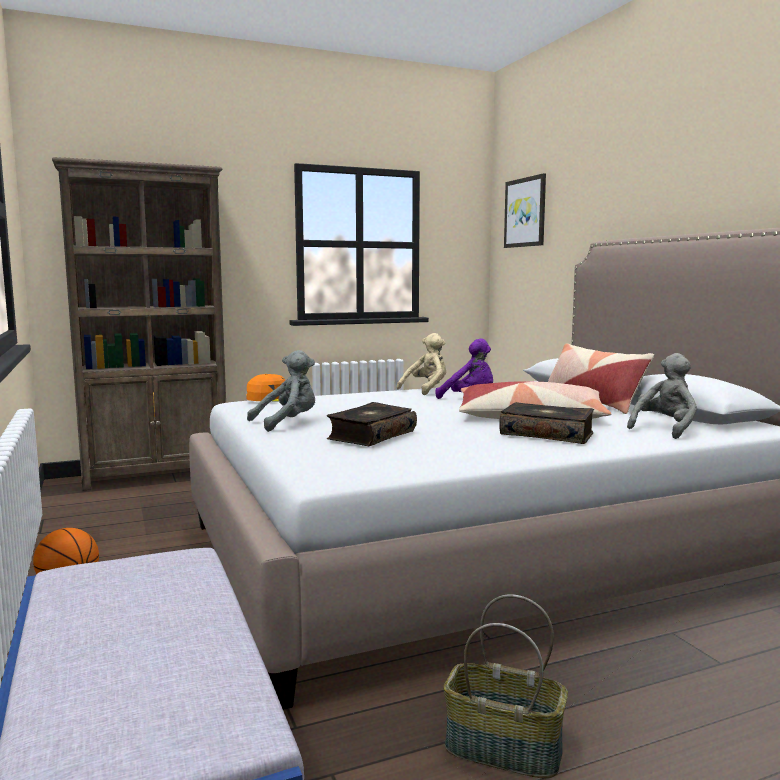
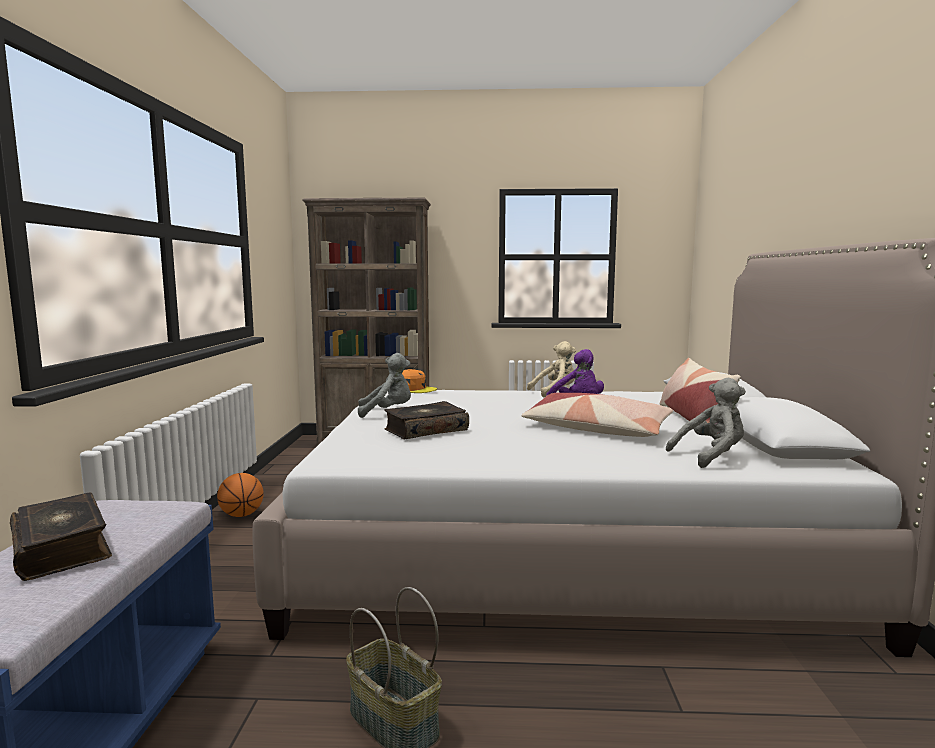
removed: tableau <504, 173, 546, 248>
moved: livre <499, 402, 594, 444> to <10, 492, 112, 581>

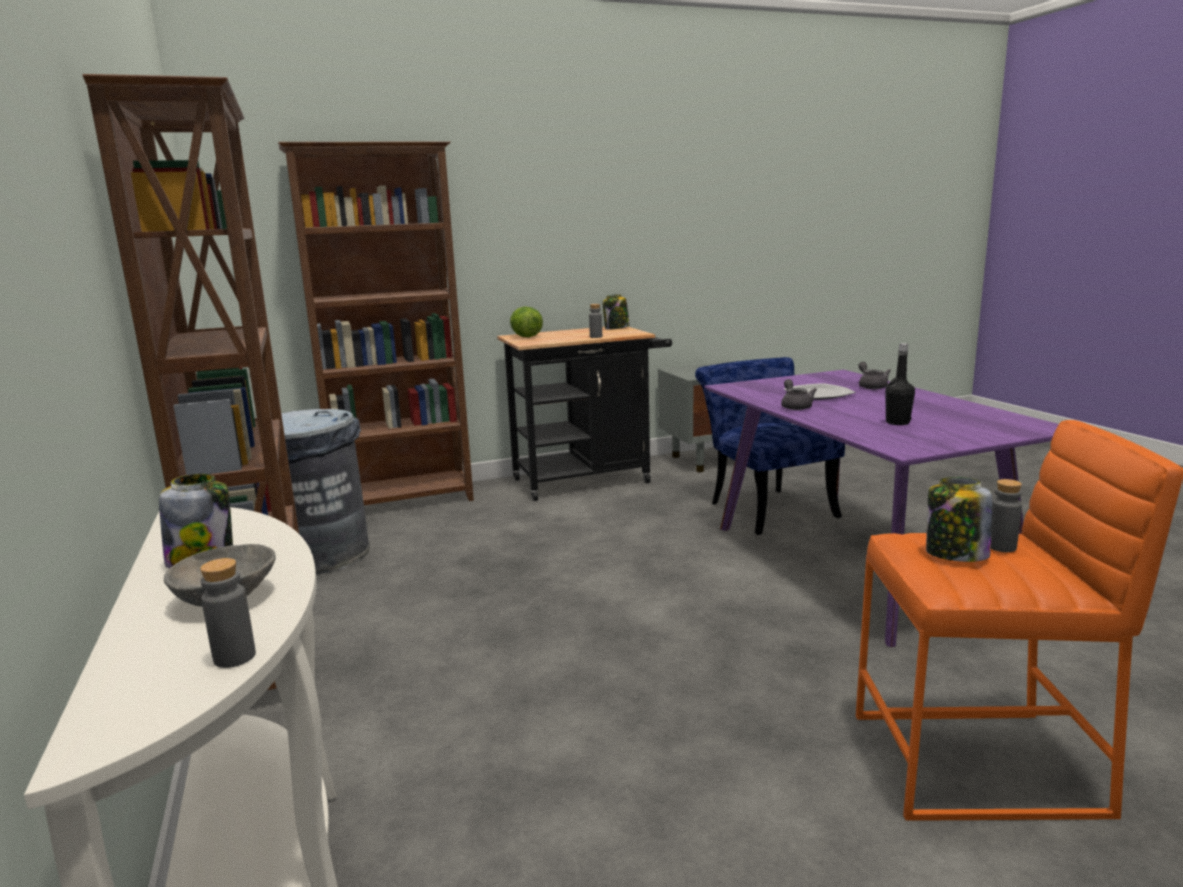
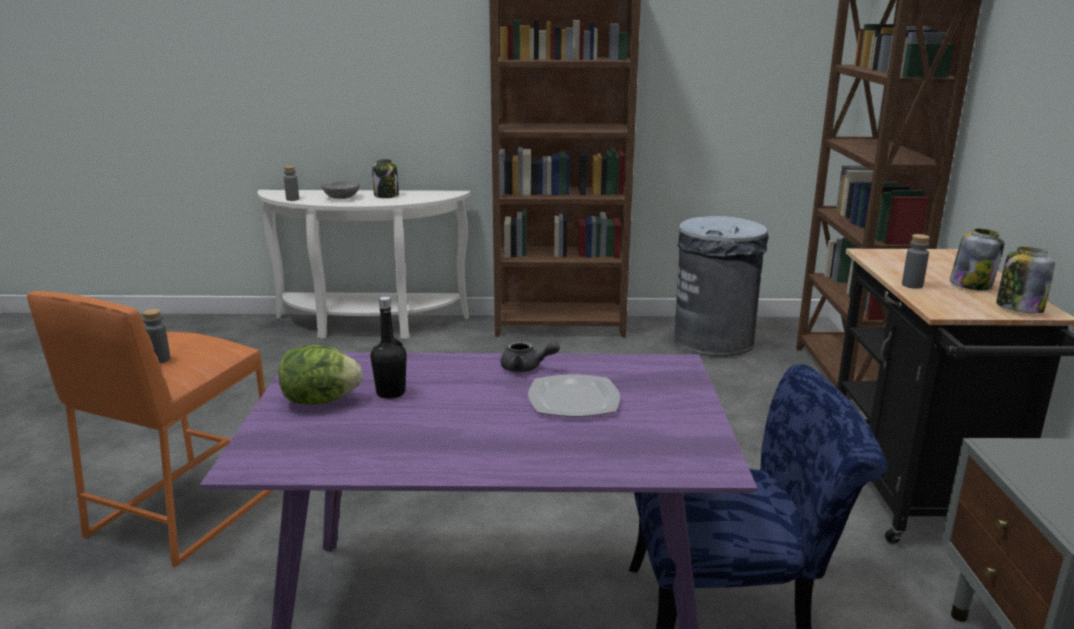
removed: théière/gris <858, 362, 891, 389>
moved: laitue <510, 307, 543, 337> to <279, 345, 363, 405>; bocal <926, 477, 992, 562> to <950, 229, 1005, 291>

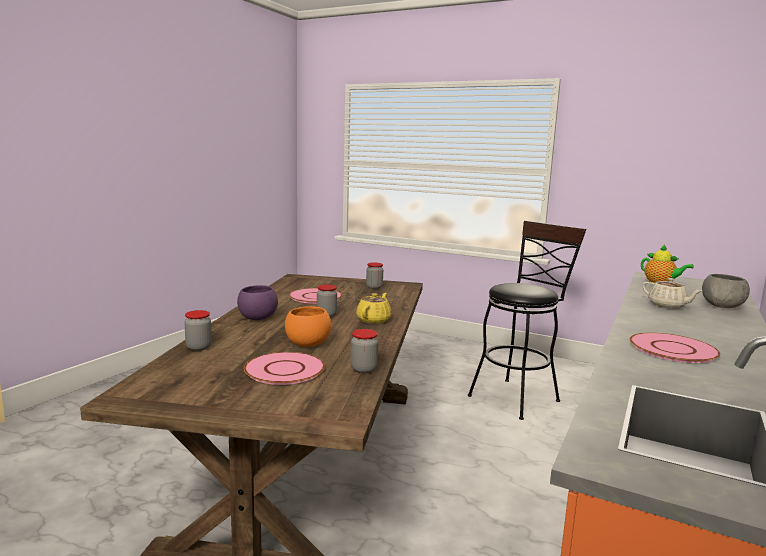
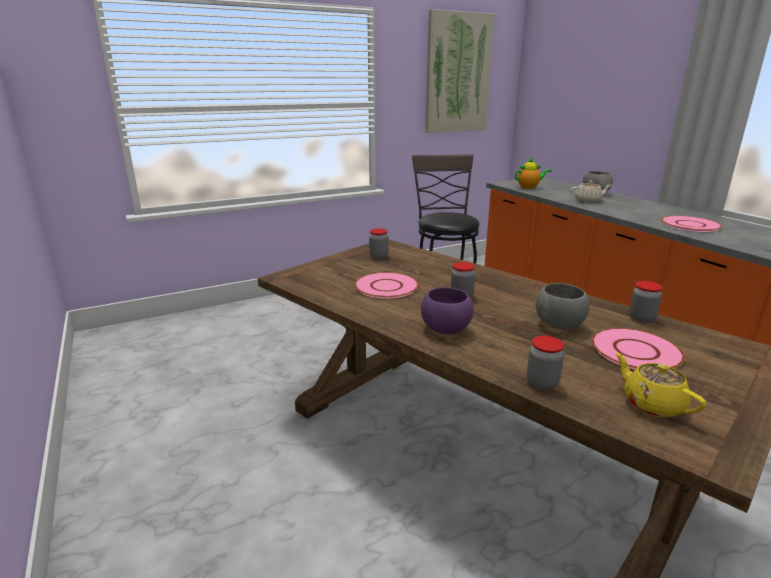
added: tableau <425, 9, 495, 133>
moved: théière/jaune <356, 293, 392, 324> to <615, 352, 706, 418>
recoloured: bol/orange <285, 306, 331, 347> to bol/gris <536, 283, 590, 330>

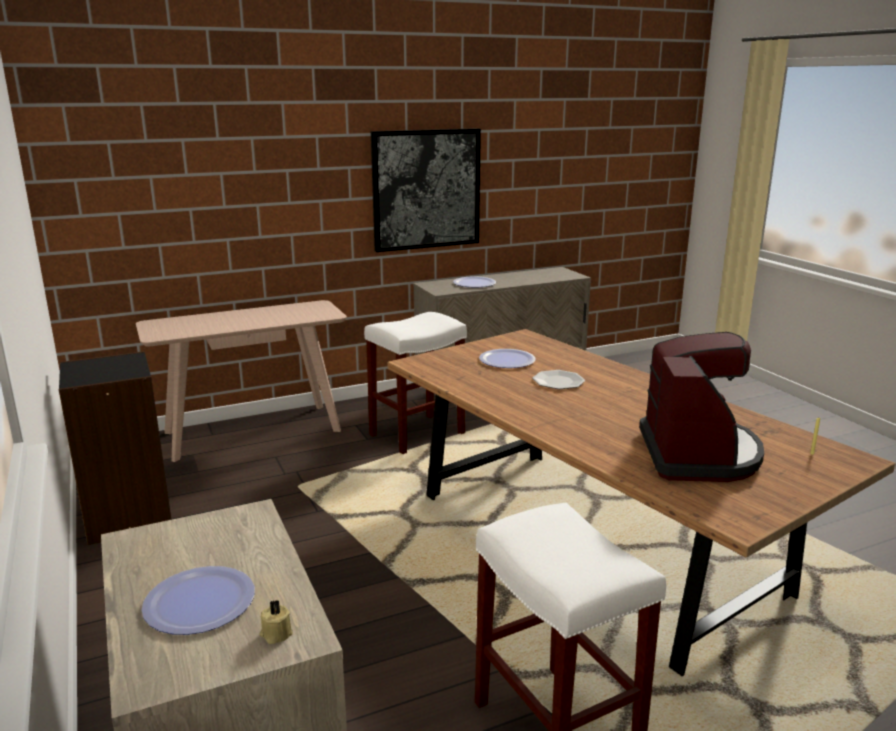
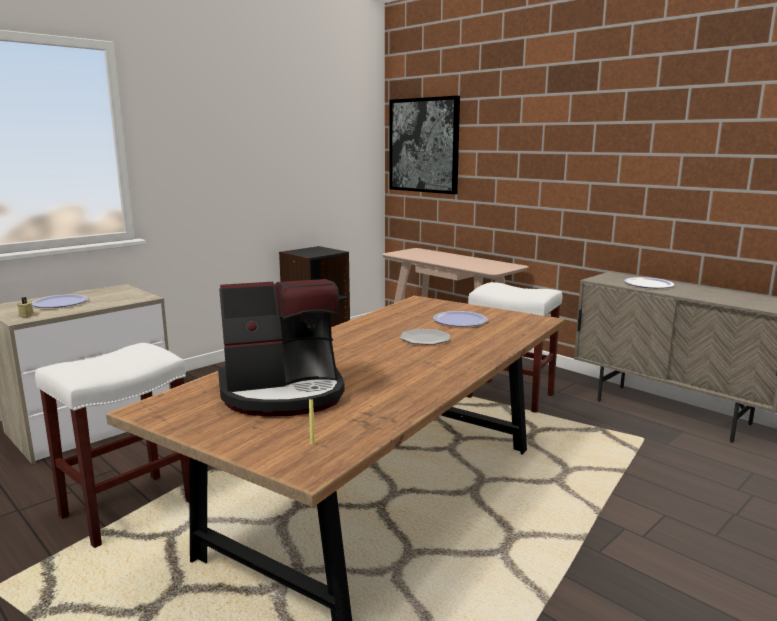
moved: tableau <371, 128, 481, 252> to <389, 96, 460, 194>

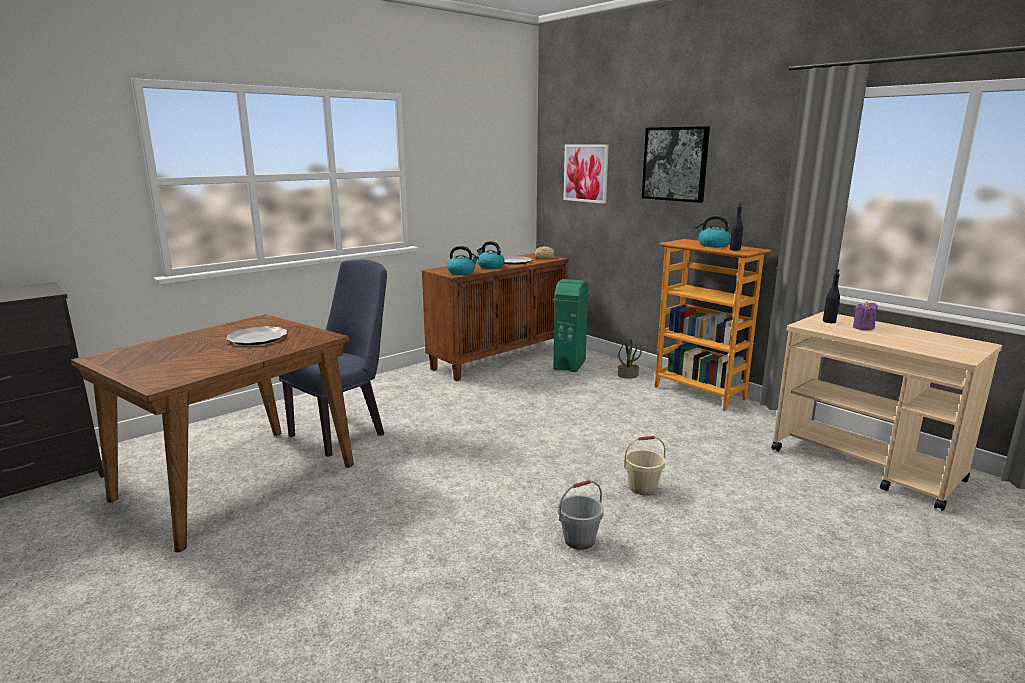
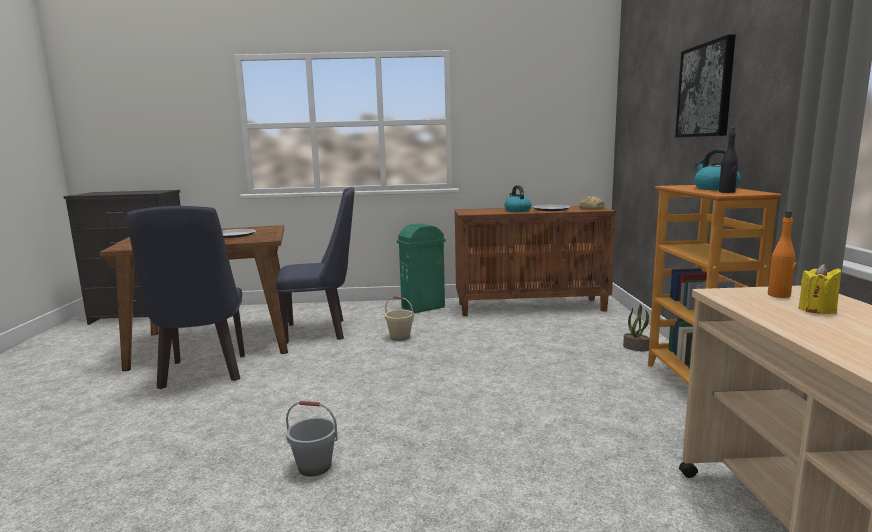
removed: bouilloire <447, 246, 479, 275>; tableau <563, 144, 609, 204>
added: chaise/bleu <127, 206, 245, 389>
moved: poubelle/vert <553, 279, 590, 372> to <397, 223, 446, 313>; seau/beige <624, 436, 666, 495> to <385, 296, 414, 341>
recoloured: bouteille/noir <823, 269, 840, 323> to bouteille/orange <768, 210, 796, 298>; bougie/violet <853, 301, 878, 330> to bougie/jaune <798, 264, 841, 314>

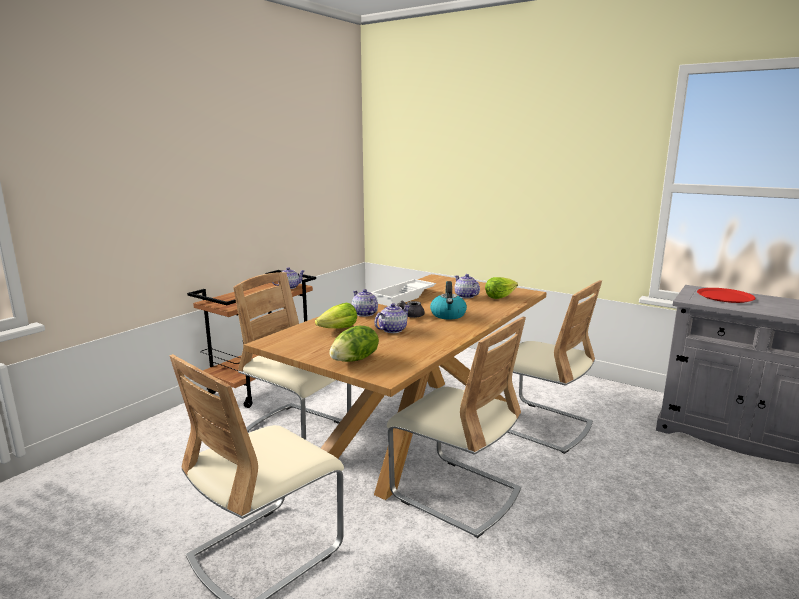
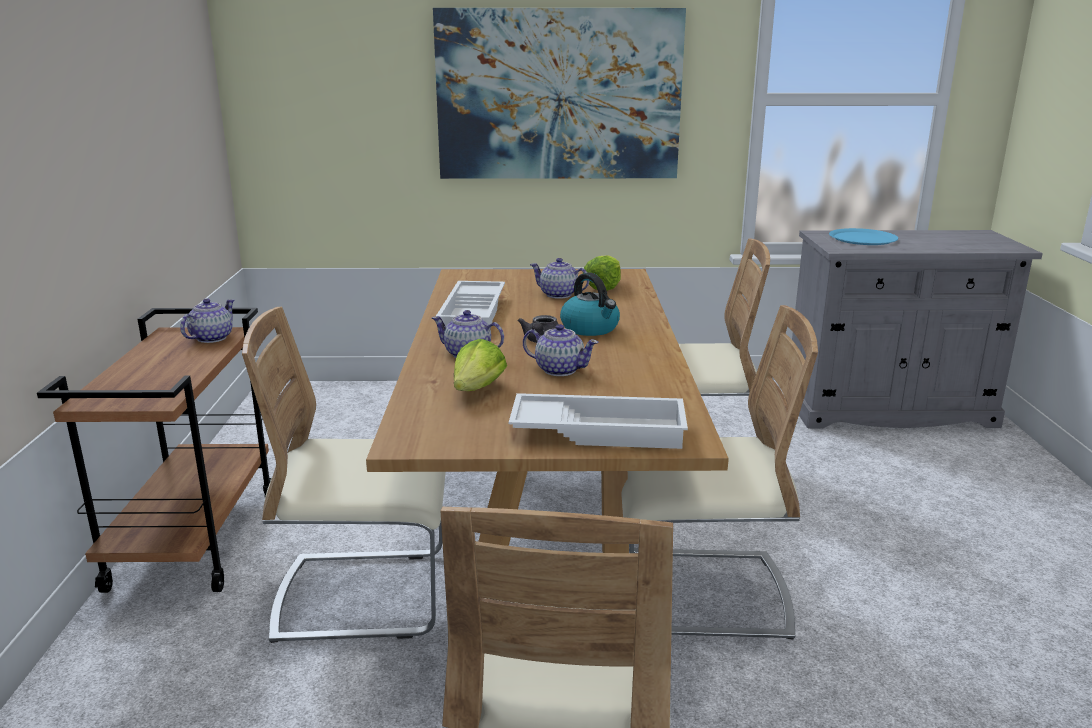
added: tableau <433, 8, 686, 179>
replaced: laitue <329, 326, 379, 362> to plateau/blanc <509, 393, 688, 449>
recoloured: assiette/rouge <697, 288, 756, 303> to assiette/bleu <829, 228, 898, 245>
turned: théière <374, 303, 410, 333> = <523, 324, 598, 376> 105 degrees clockwise

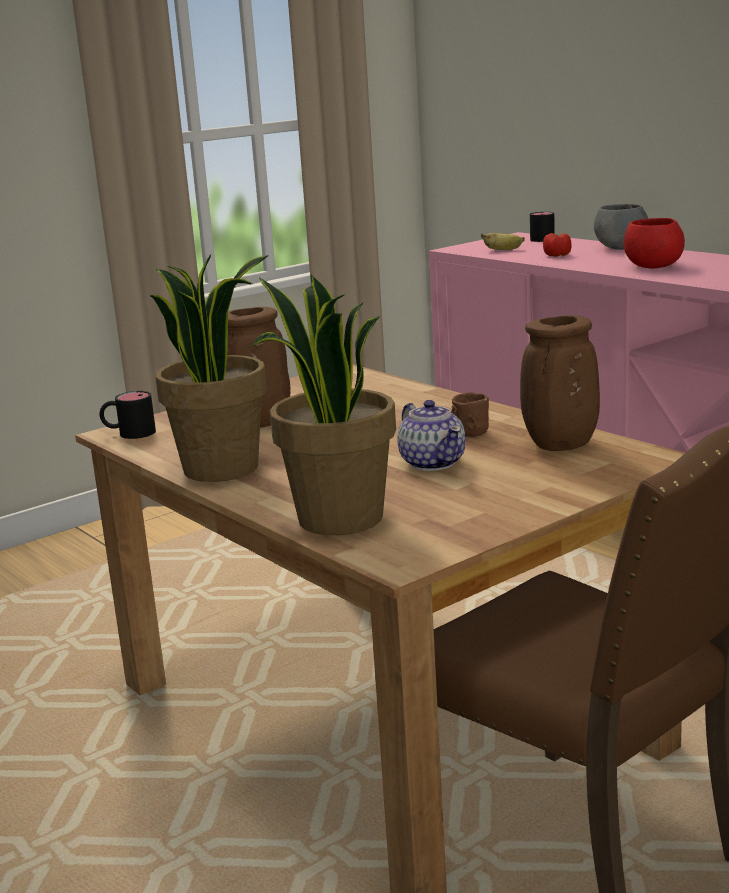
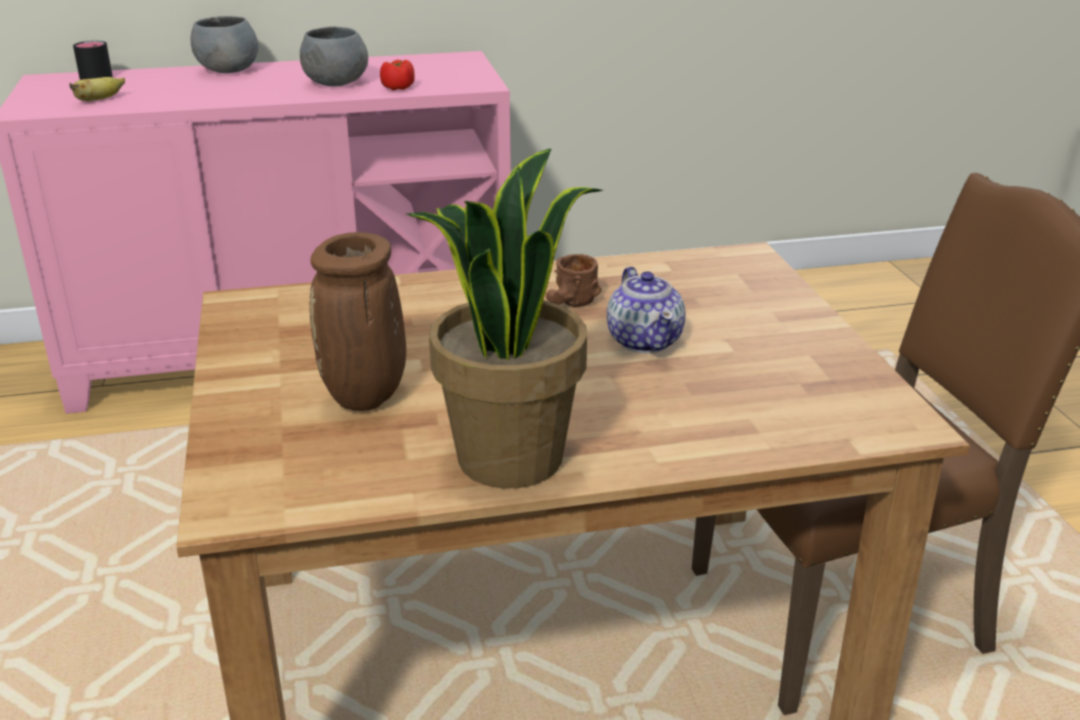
removed: mug/noir <100, 391, 156, 439>; plante en pot <252, 275, 396, 535>; vase/marron <520, 315, 600, 451>
moved: tomate <543, 233, 572, 257> to <380, 60, 415, 90>
recoloured: bol/rouge <623, 218, 685, 268> to bol/gris <300, 26, 368, 86>
turned: théière <397, 400, 465, 471> = <607, 267, 686, 353> 75 degrees clockwise

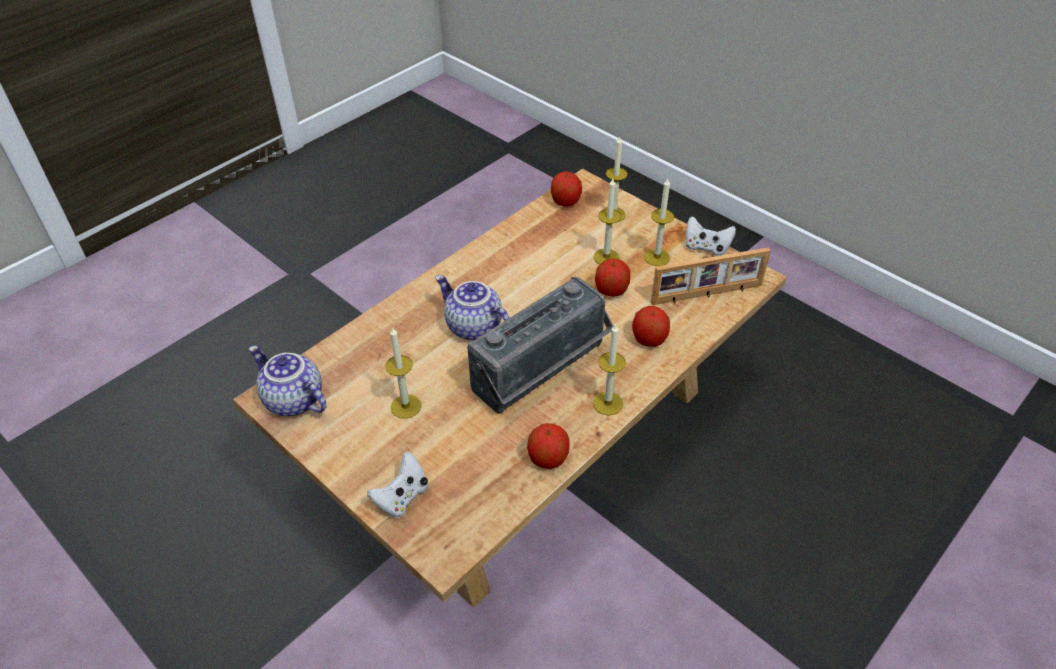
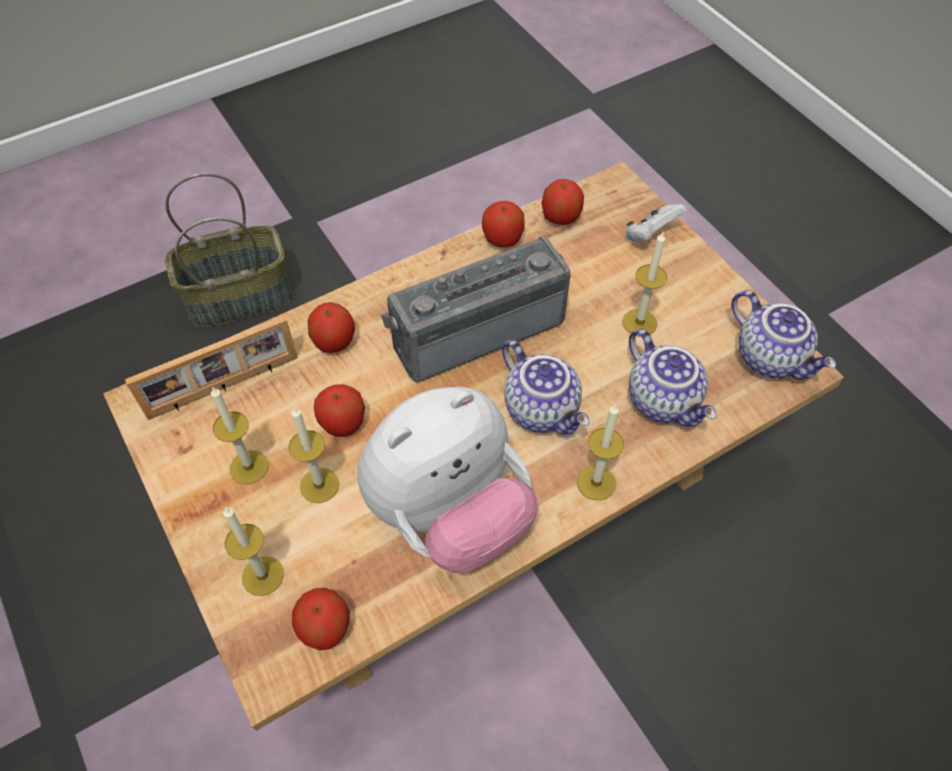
removed: manette/blanc <686, 216, 736, 256>
added: panier <165, 173, 293, 328>; peluche <357, 387, 538, 573>; pomme <542, 179, 584, 225>; théière <629, 329, 716, 427>
moved: bougie <593, 323, 626, 415> to <577, 404, 624, 501>
turned: cadre photo <651, 247, 771, 305> = <125, 316, 298, 420> 150 degrees clockwise

